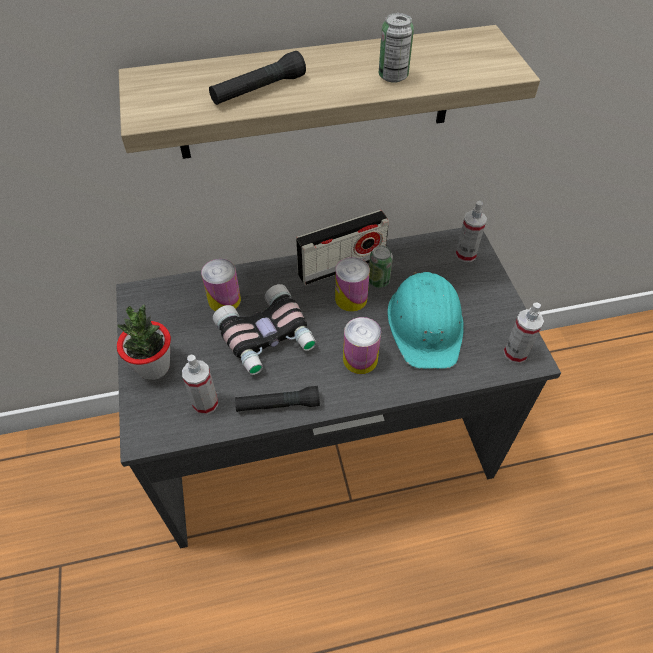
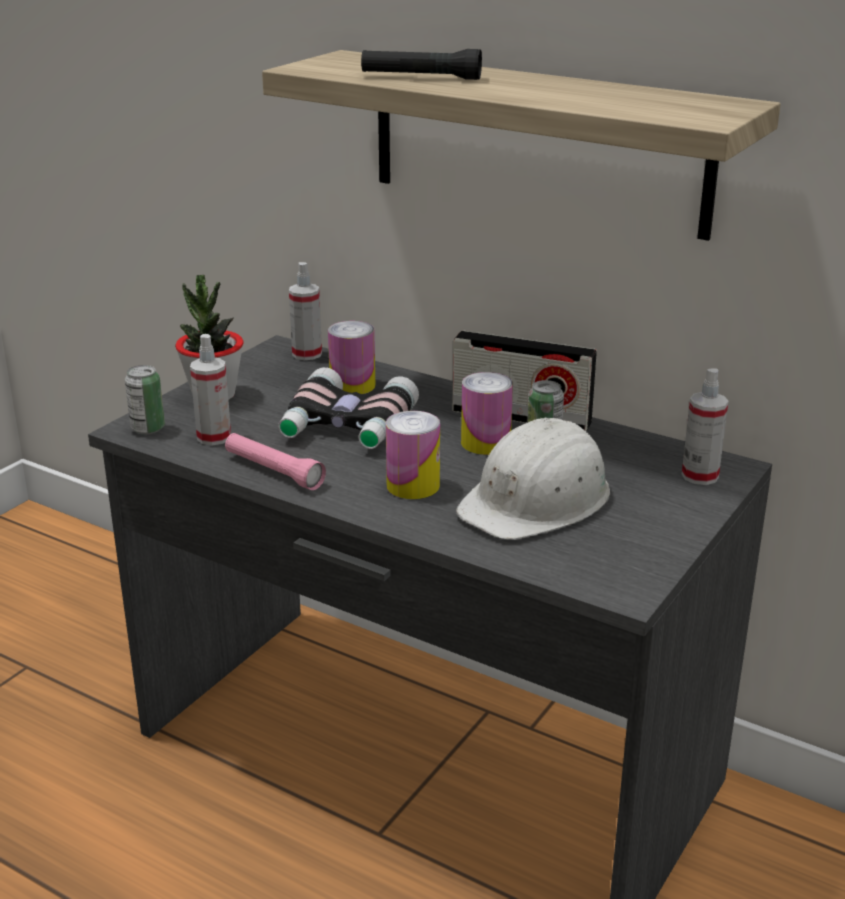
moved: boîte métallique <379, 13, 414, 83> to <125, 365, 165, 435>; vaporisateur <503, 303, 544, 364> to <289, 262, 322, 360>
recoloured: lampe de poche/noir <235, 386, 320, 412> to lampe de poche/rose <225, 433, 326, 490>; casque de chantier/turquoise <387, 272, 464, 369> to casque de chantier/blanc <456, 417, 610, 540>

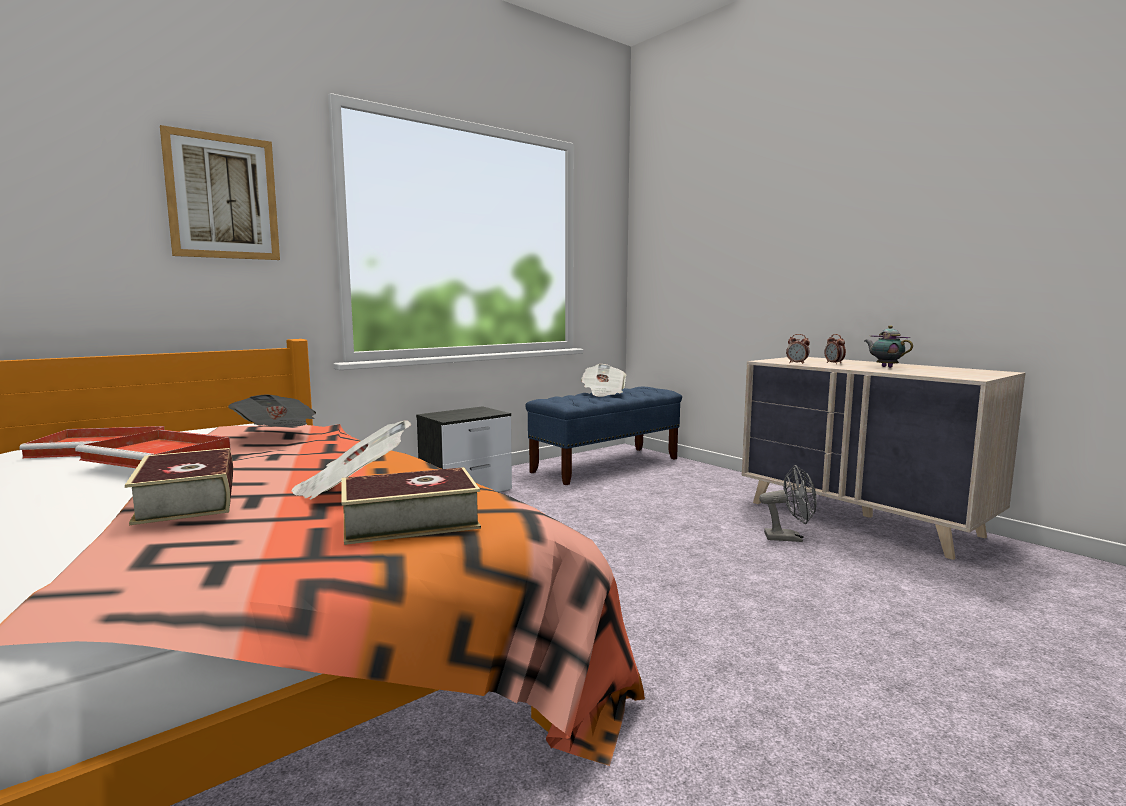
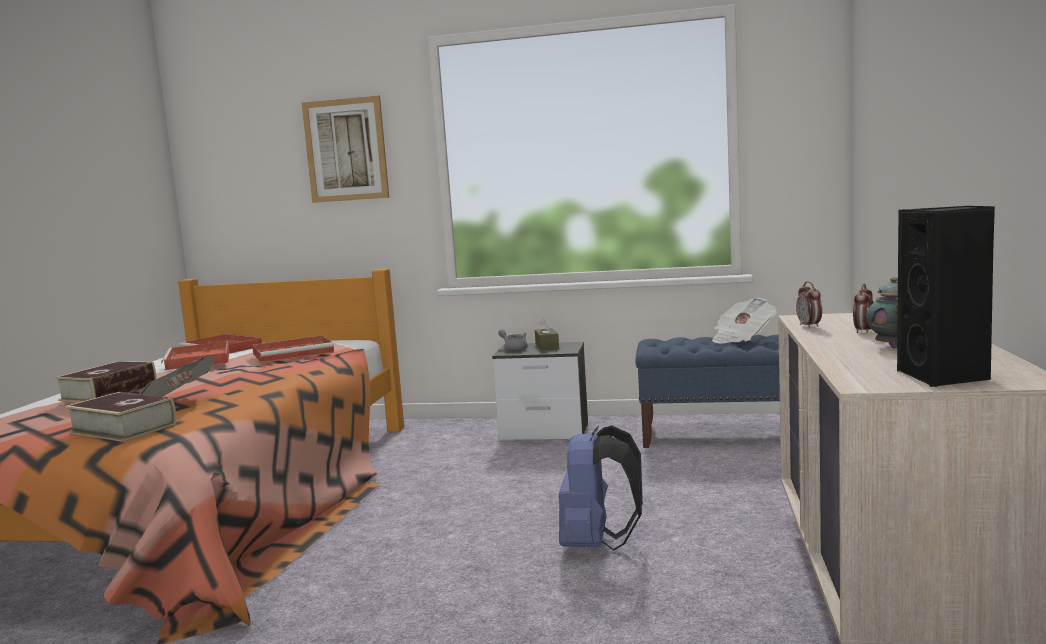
removed: ventilateur/gris <759, 465, 817, 542>
added: théière/gris <498, 329, 528, 351>; boîte à mouchoirs/marron <535, 317, 559, 350>; sac à dos/bleu <559, 425, 643, 550>; enceinte/noir <897, 206, 995, 387>
replaced: journal <228, 395, 316, 427> to plateau/rouge <252, 335, 335, 363>

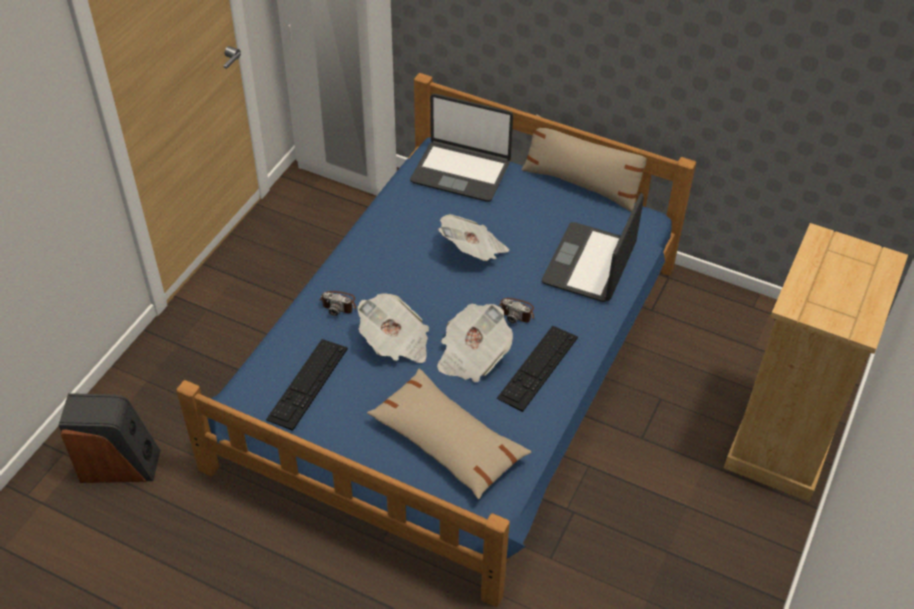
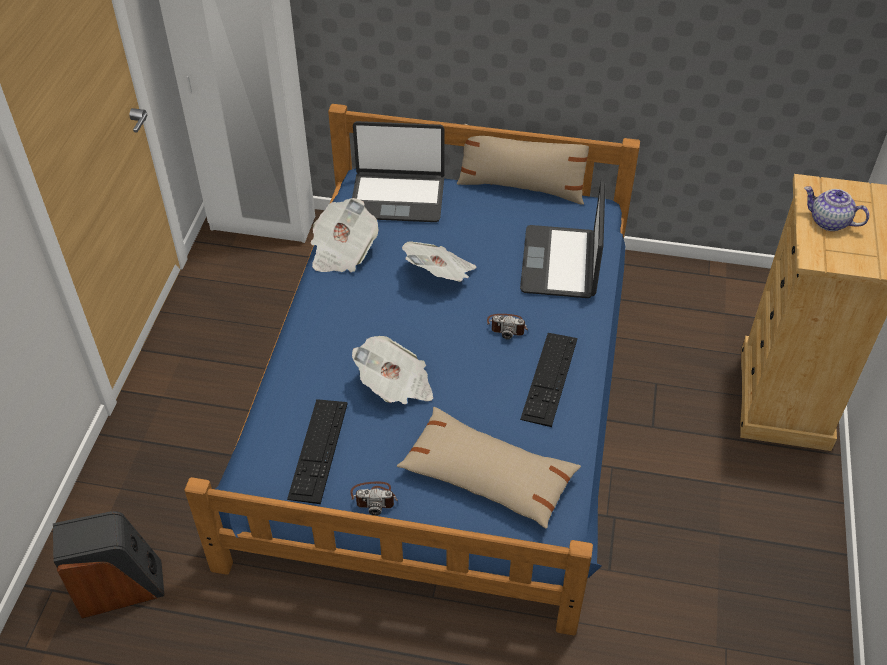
added: théière <804, 186, 869, 231>
moved: appareil photo <319, 291, 356, 316> to <351, 482, 398, 516>; journal <437, 304, 513, 382> to <311, 198, 379, 272>

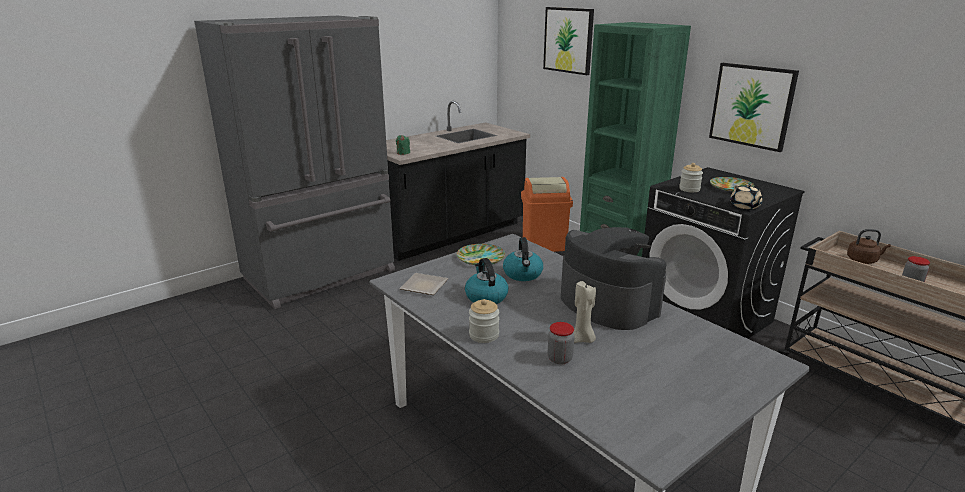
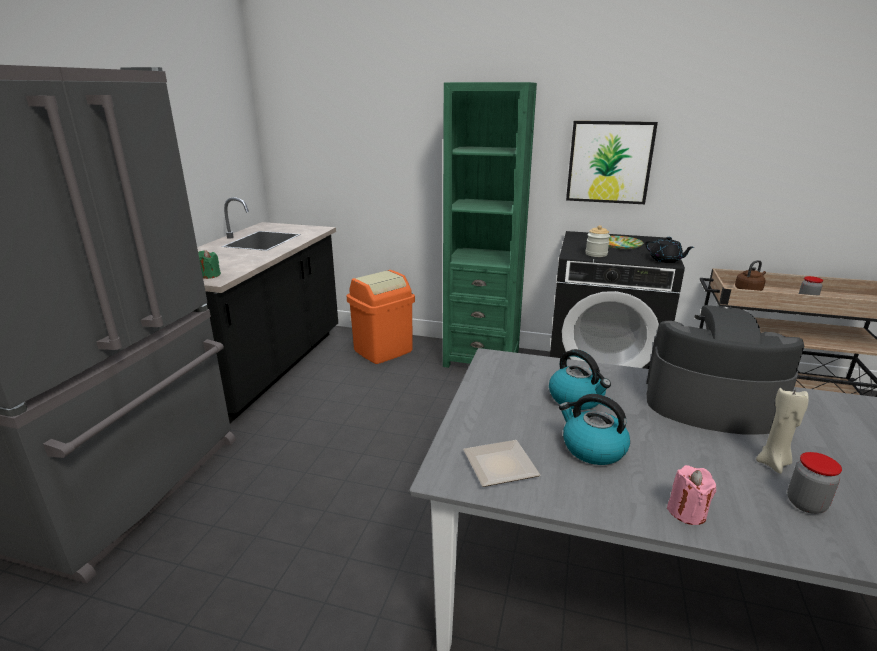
removed: assiette <457, 244, 505, 265>; tableau <543, 7, 594, 75>
replaced: bocal <469, 299, 499, 343> to bougie/rose <667, 465, 716, 525>
recoloured: théière/beige <730, 184, 763, 209> to théière/noir <645, 237, 694, 263>

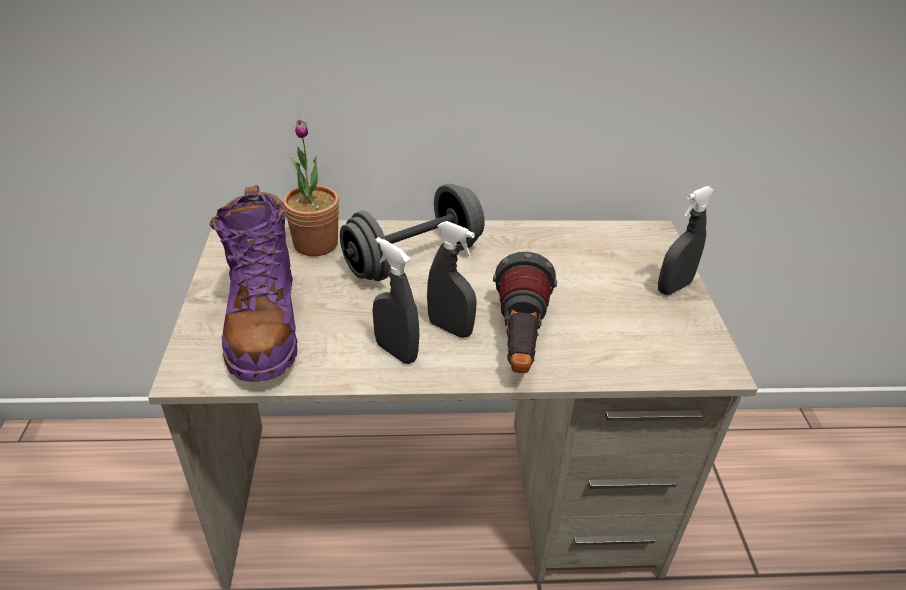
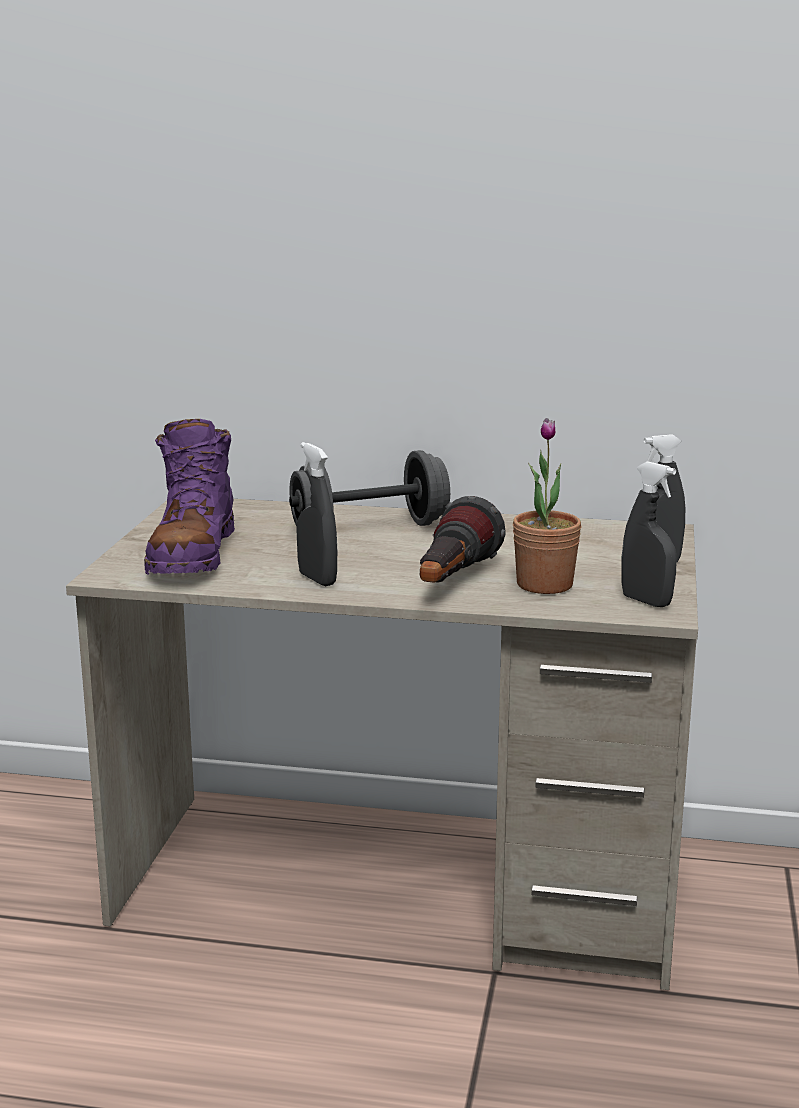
moved: plante en pot <283, 120, 339, 256> to <513, 418, 582, 594>; vaporisateur/gris <427, 221, 476, 338> to <622, 461, 677, 607>

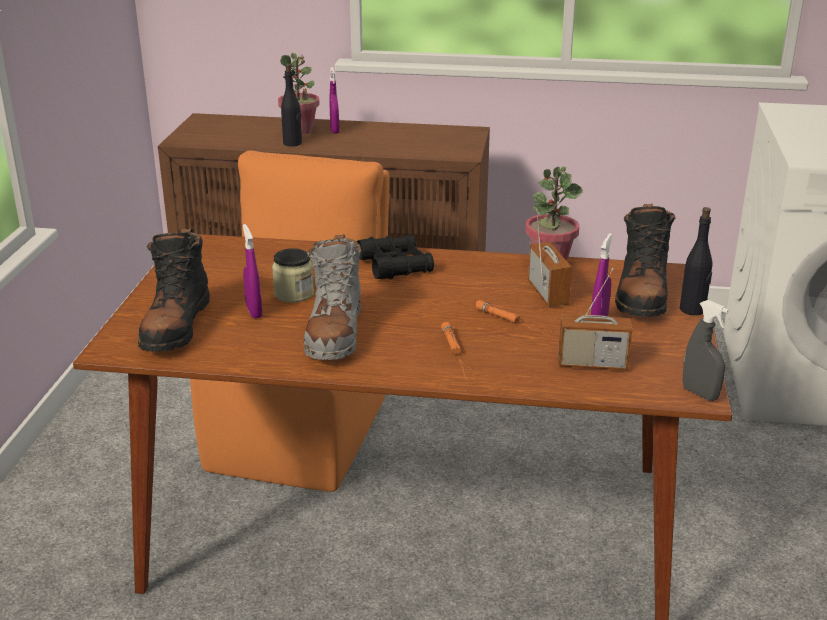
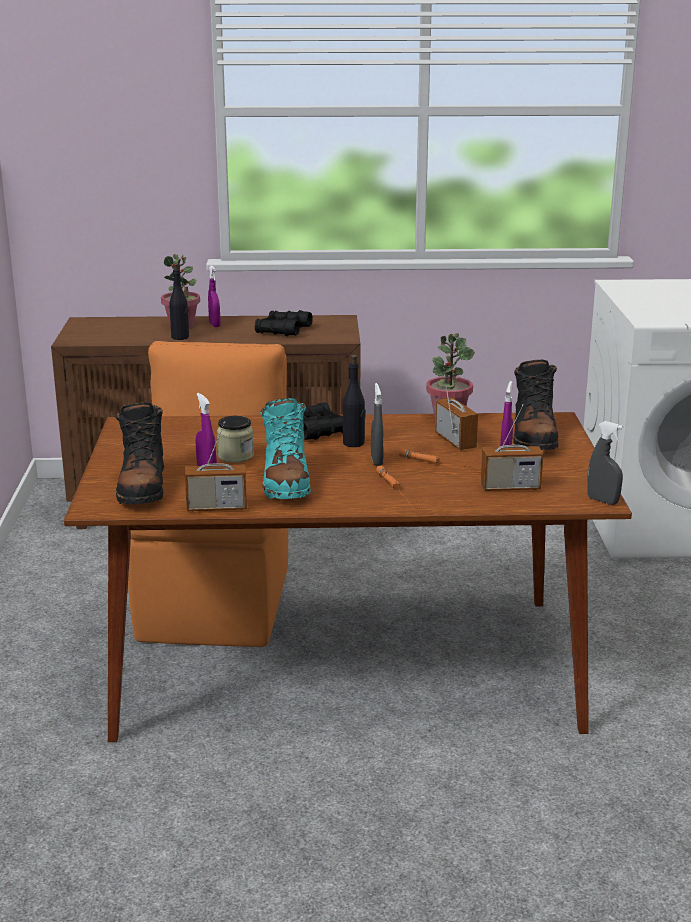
added: radio <185, 421, 247, 511>; jumelles/noir <255, 310, 313, 336>; vaporisateur/gris <371, 383, 384, 466>
moved: bouteille/noir <680, 207, 712, 315> to <343, 355, 366, 447>
recoloured: botte/gris <303, 234, 361, 360> to botte/turquoise <260, 398, 311, 499>

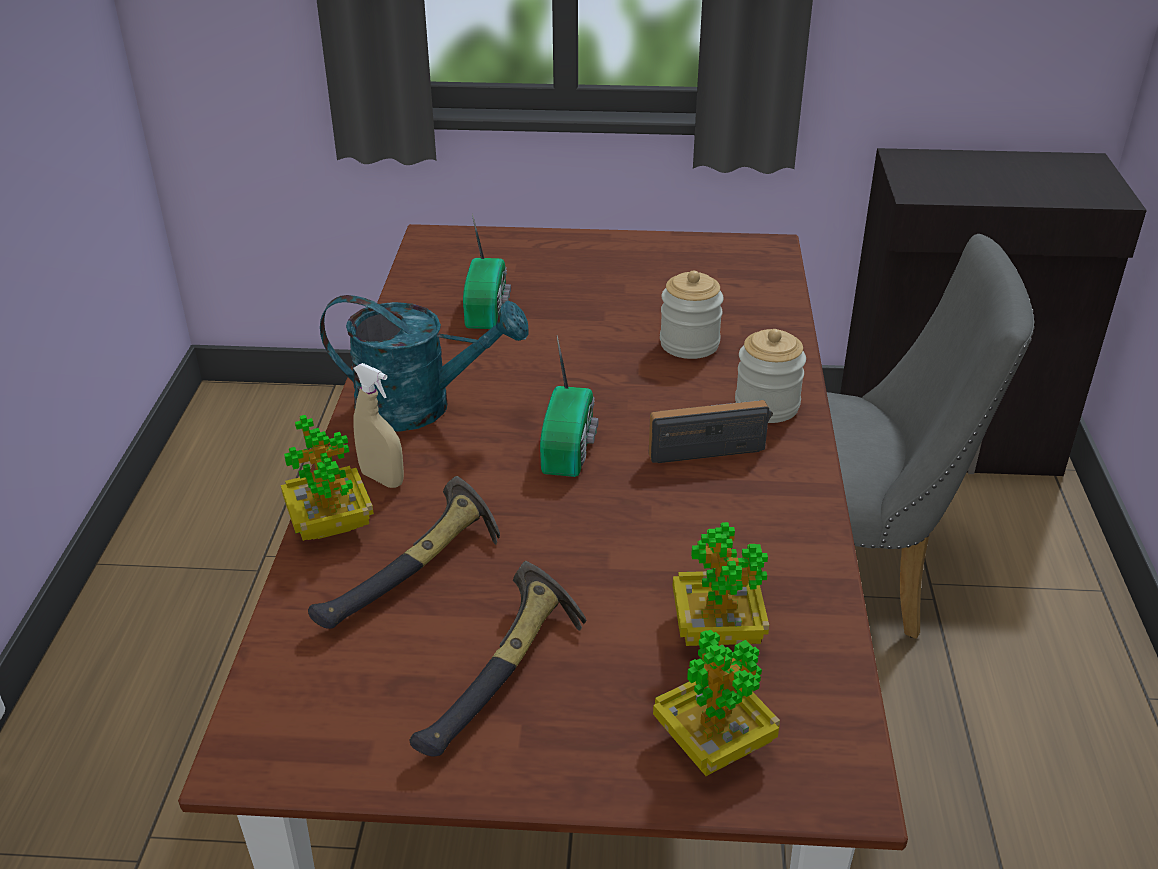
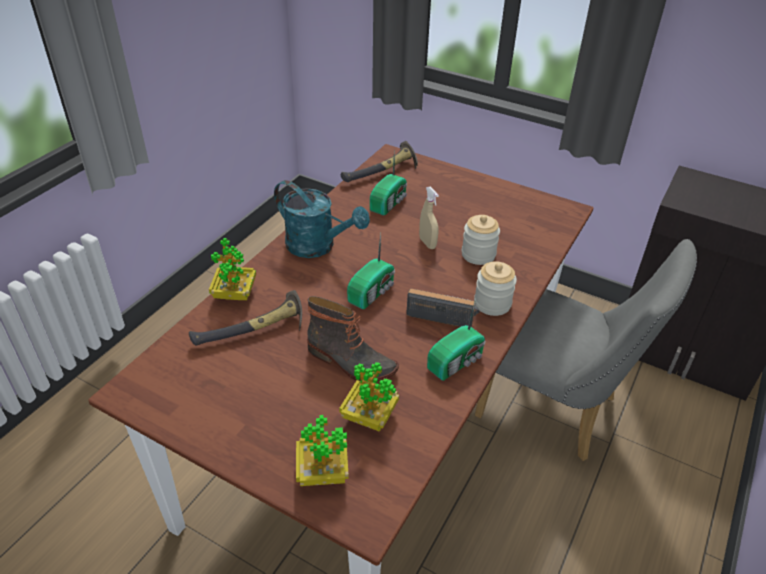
added: botte <307, 296, 399, 381>; radio <427, 298, 486, 381>
moved: vaporisateur/beige <353, 363, 404, 488> to <419, 186, 439, 249>; marteau <409, 561, 586, 756> to <341, 141, 418, 182>

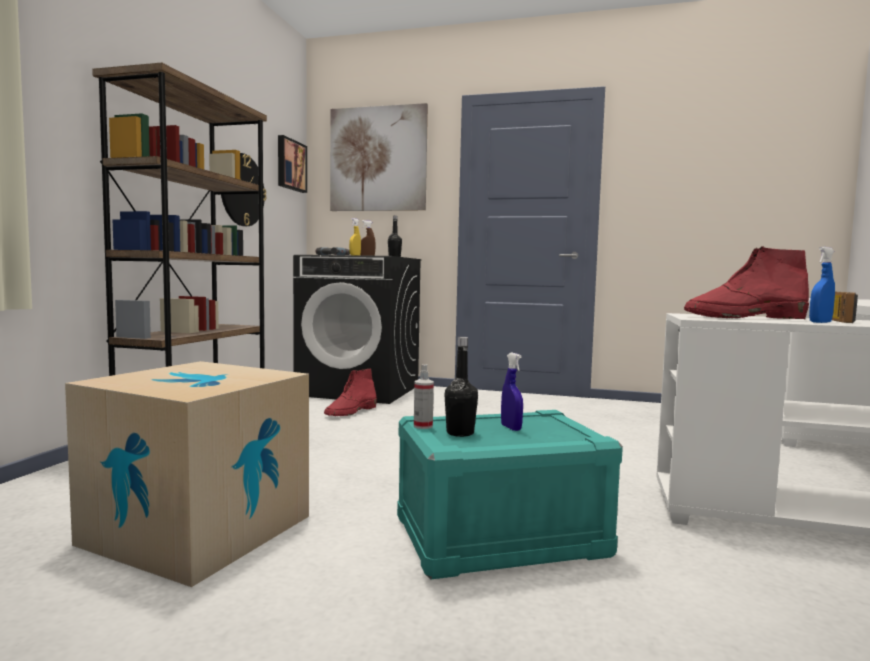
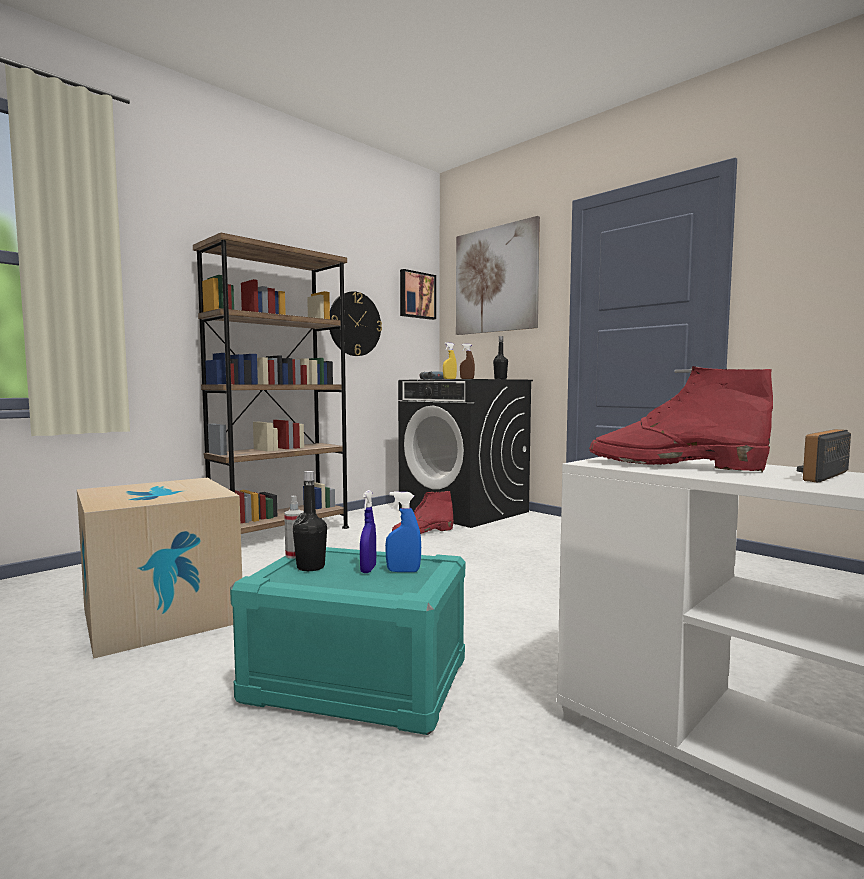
moved: vaporisateur/bleu <809, 247, 835, 323> to <385, 492, 421, 572>

